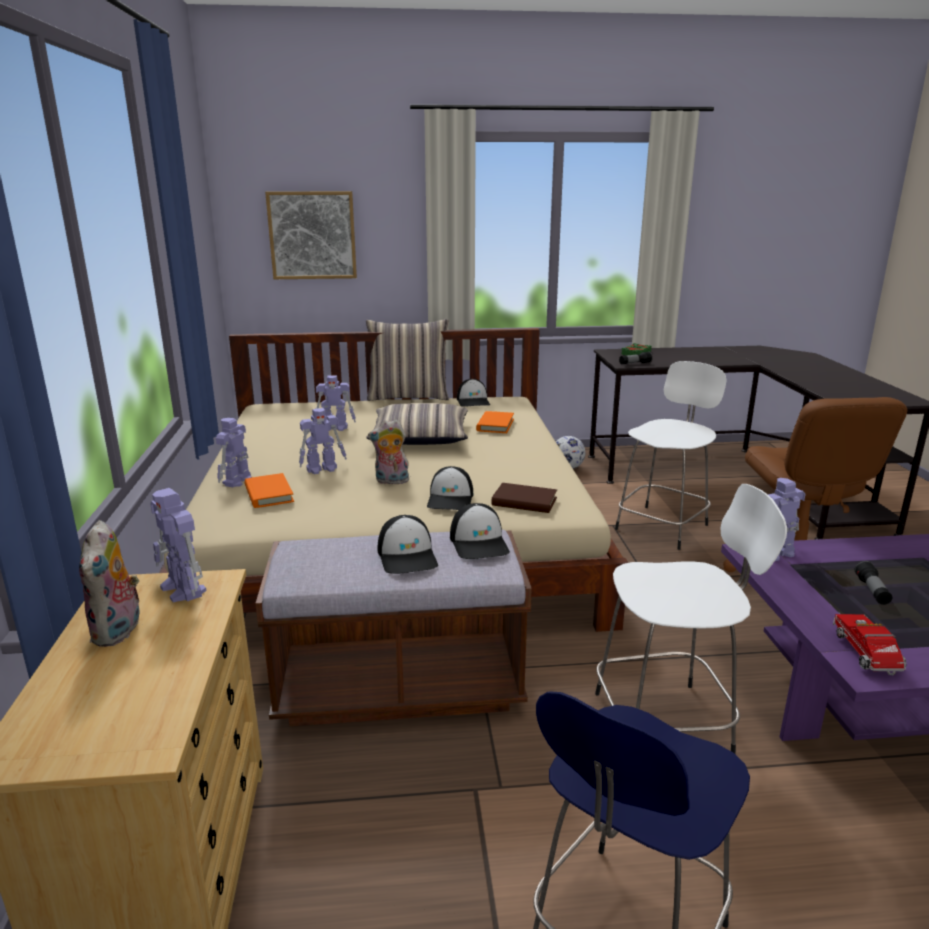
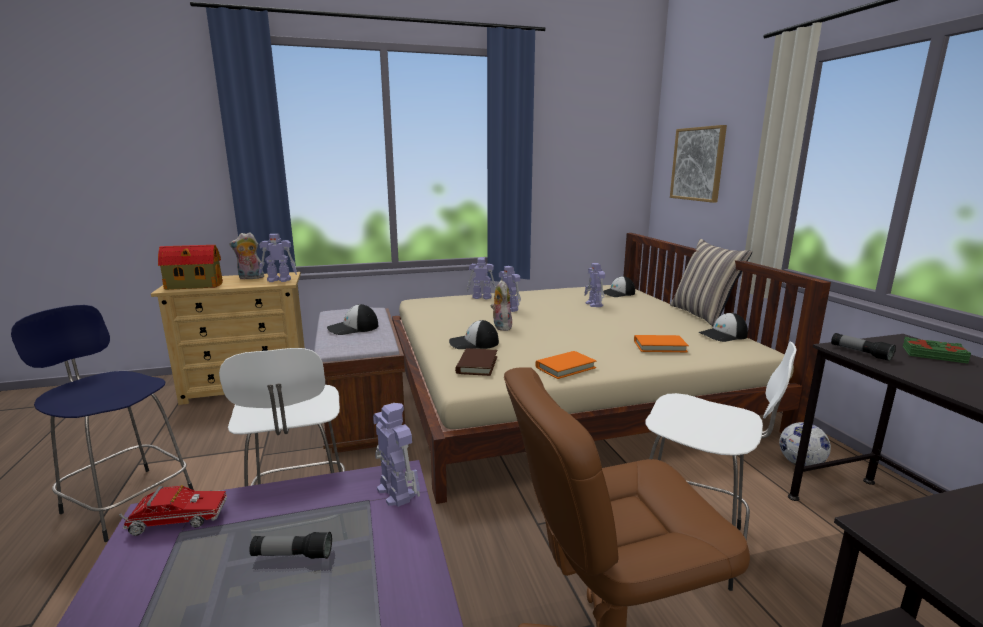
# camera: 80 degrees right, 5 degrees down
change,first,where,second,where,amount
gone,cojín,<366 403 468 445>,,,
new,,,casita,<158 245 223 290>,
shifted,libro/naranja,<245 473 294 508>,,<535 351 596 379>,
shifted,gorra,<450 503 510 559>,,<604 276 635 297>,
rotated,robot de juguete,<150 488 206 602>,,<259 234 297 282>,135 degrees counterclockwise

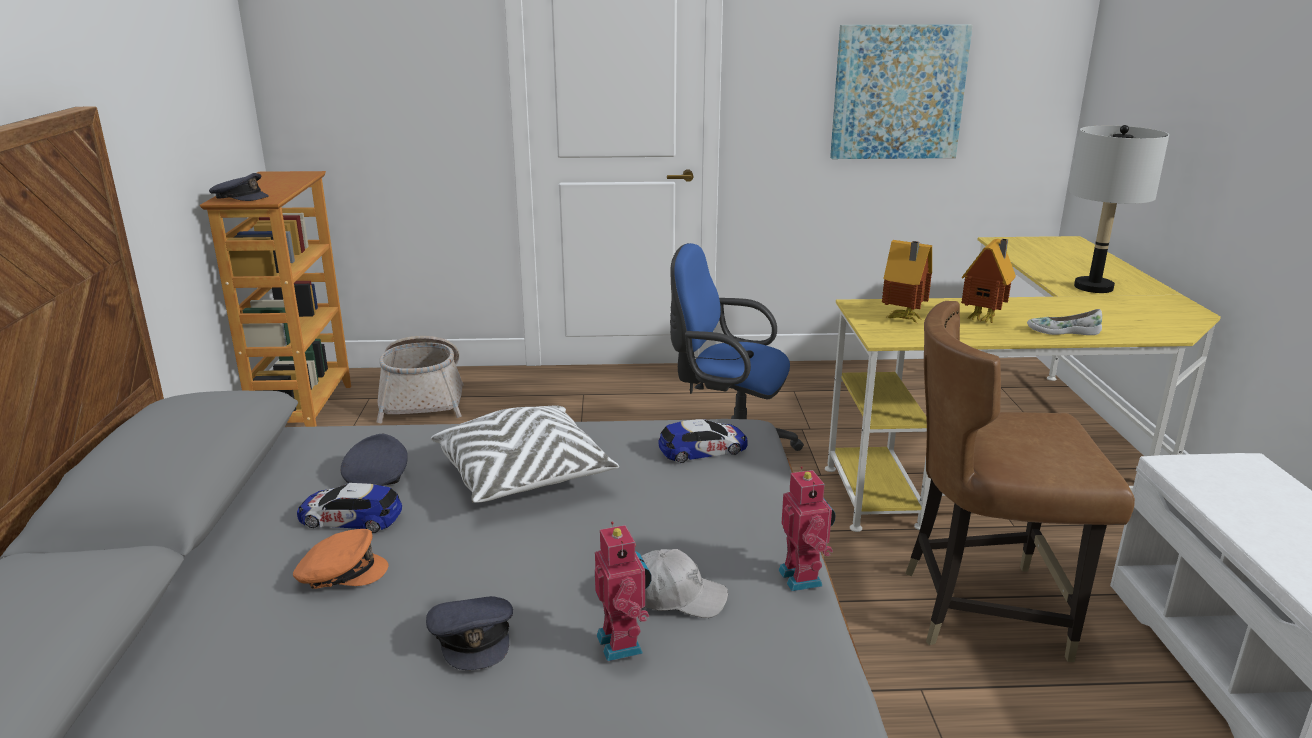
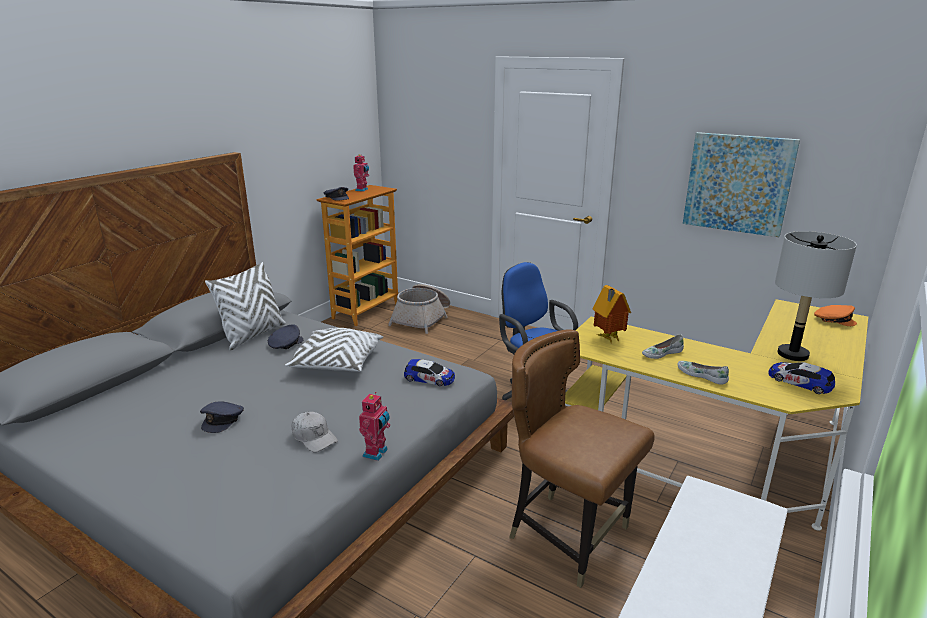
# camera: 35 degrees right, 0 degrees up
change,first,where,second,where,amount
new,,,cojín/blanco,<205 262 286 351>,
shifted,gorra/naranja,<293 529 389 589>,,<814 305 857 326>,
shifted,coche de juguete,<297 483 402 533>,,<768 362 835 394>,
shifted,robot de juguete,<595 522 651 662>,,<353 154 369 192>,
swapped,casita,<961 239 1016 323>,zapato/blanco,<642 334 684 359>,

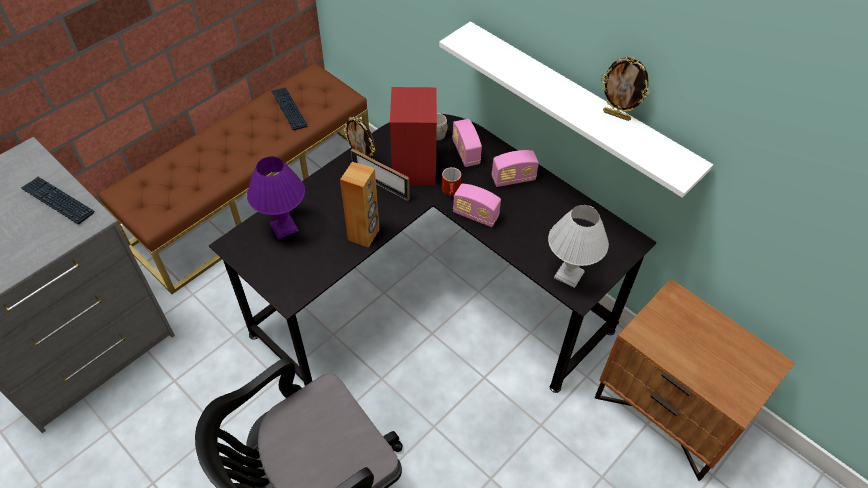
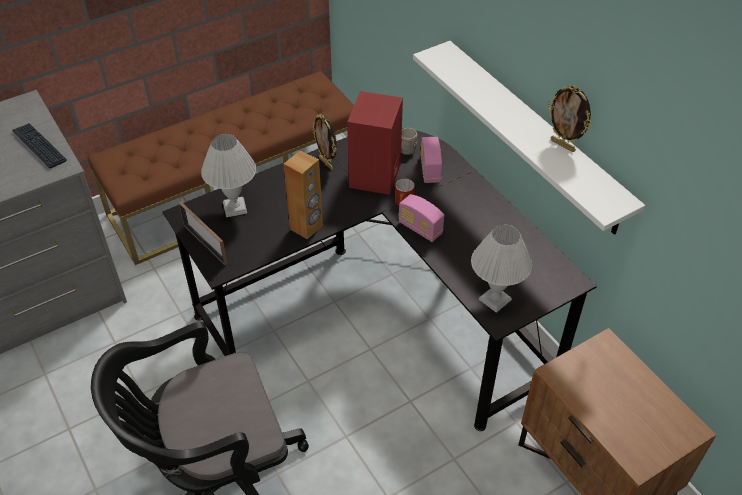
# camera: 15 degrees right, 5 degrees down
change,first,where,second,where,amount
gone,teclado,<271 87 308 130>,,,
gone,radio,<492 150 539 187>,,,
shifted,portarretratos,<351 148 410 201>,,<179 201 227 265>,
repainted,lámpara de mesa/morado,<247 156 305 239>,lámpara de mesa/blanco,<201 134 256 217>,

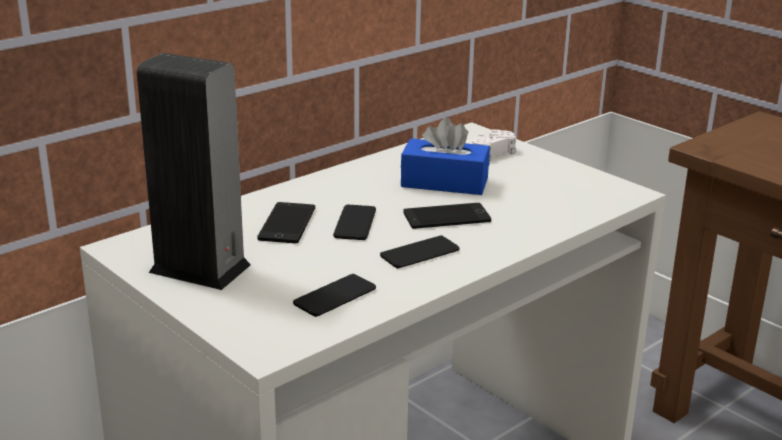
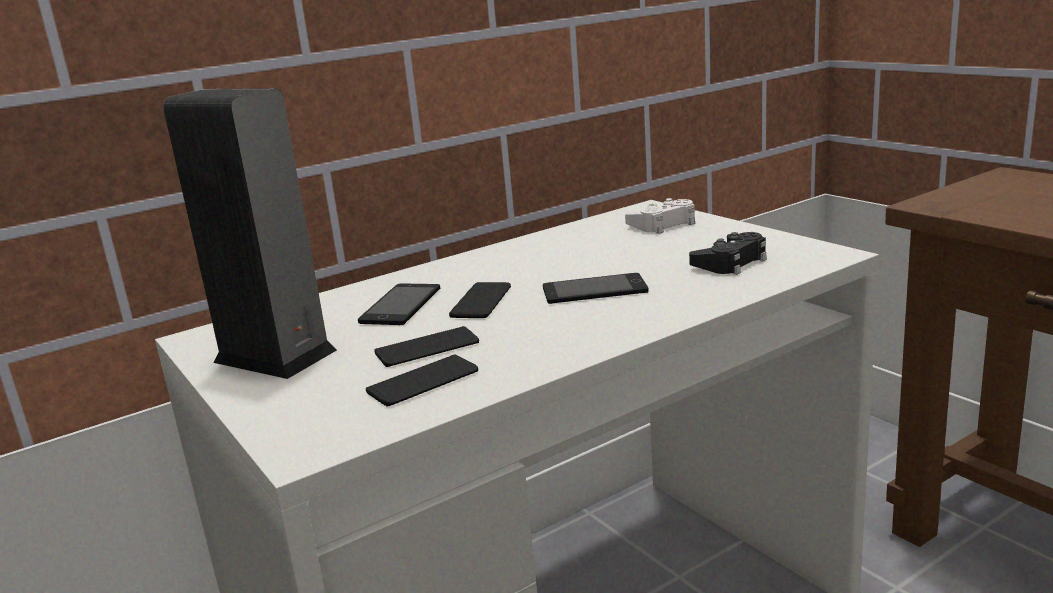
# camera: 10 degrees right, 5 degrees down
change,first,where,second,where,amount
gone,caja de pañuelos/azul,<401 118 490 195>,,,
new,,,mando de consola/negro,<689 232 767 275>,
shifted,móvil,<380 235 459 268>,,<374 326 479 367>,

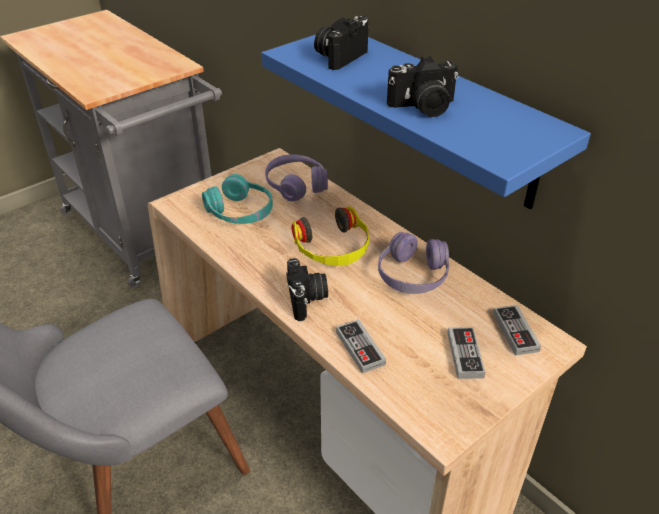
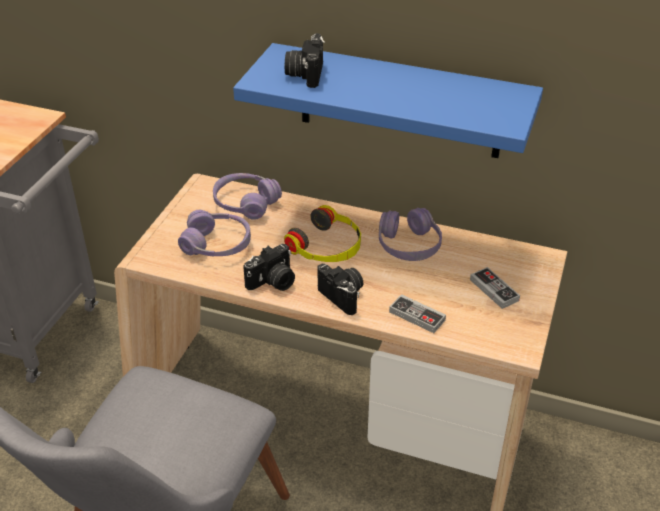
# camera: 30 degrees left, 0 degrees up
change,first,where,second,where,amount
gone,mando de consola,<493 305 541 356>,,,
shifted,cámara,<387 56 458 117>,,<243 244 295 291>,
repainted,auriculares/turquesa,<202 174 273 224>,auriculares/morado,<178 210 251 256>,

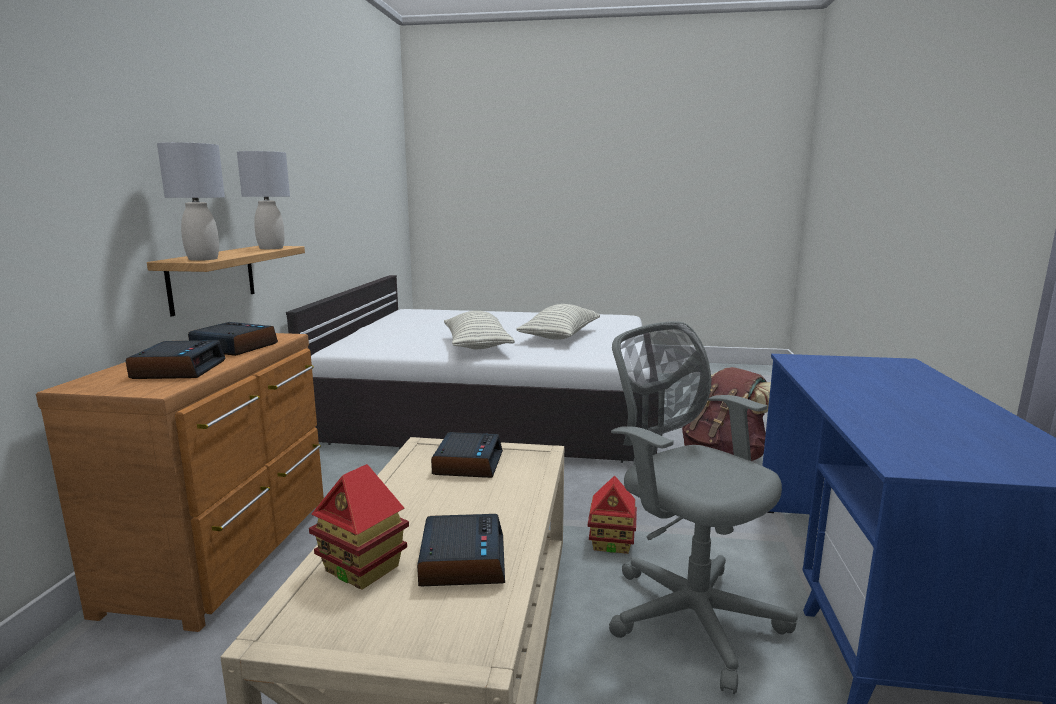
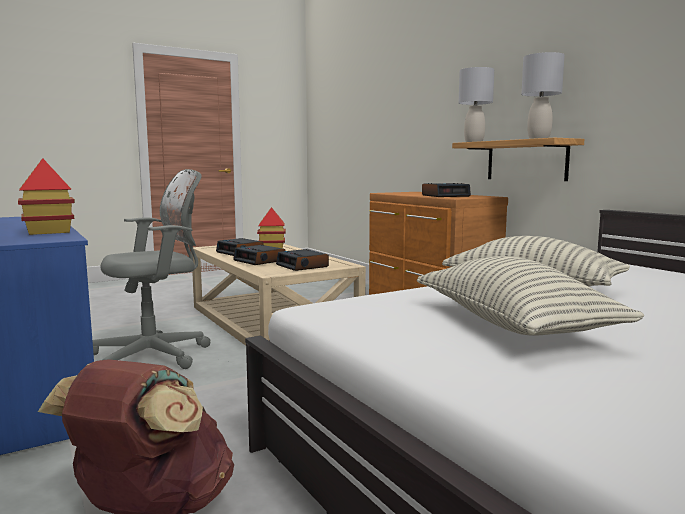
# camera: 140 degrees right, 5 degrees down
change,first,where,second,where,amount
shifted,despertador,<126 340 226 379>,,<233 245 285 265>,
shifted,casita,<588 476 637 554>,,<18 158 75 235>,
rotated,silla de oficina/gris,<609 321 797 694>,,<92 169 211 369>,45 degrees counterclockwise

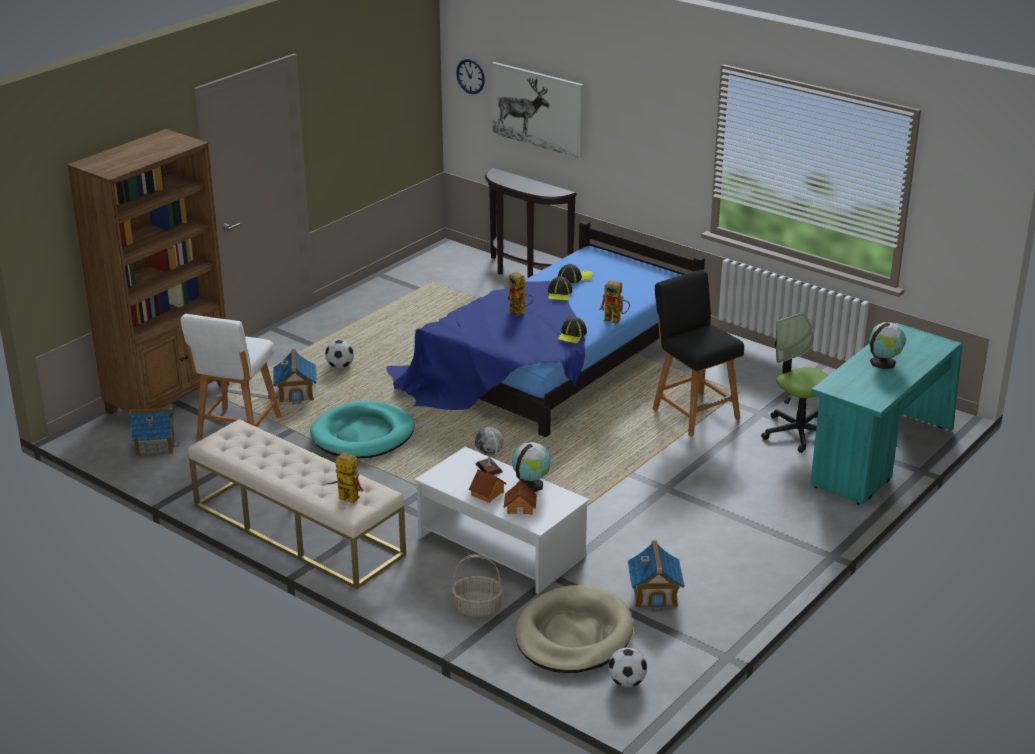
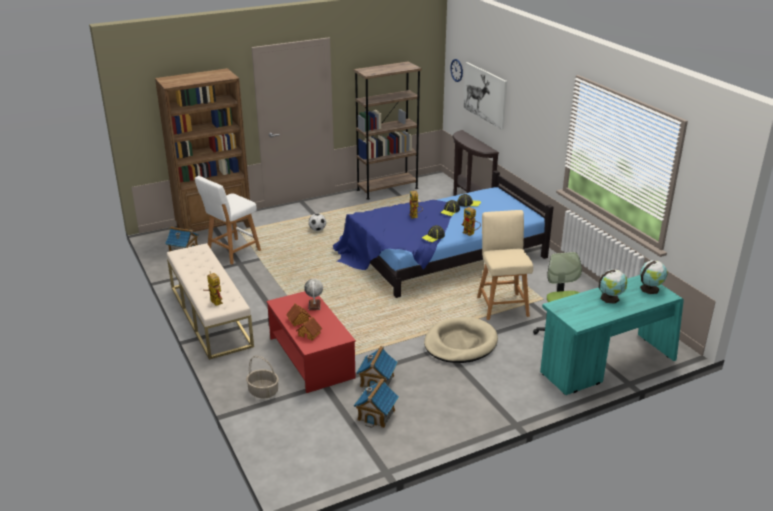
# camera: 25 degrees right, 0 degrees up
change,first,where,second,where,amount
gone,cama para perro/turquesa,<310 401 415 458>,,,
gone,balón de fútbol,<608 648 647 687>,,,
new,,,estantería/marrón,<354 61 422 200>,
shifted,casita,<273 349 317 404>,,<356 346 398 387>,
shifted,globo terráqueo,<512 442 551 492>,,<640 260 668 294>,
shifted,cama para perro/beis,<515 585 633 673>,,<424 317 498 363>,
repainted,mesa de centro/blanco,<414 447 590 594>,mesa de centro/rojo,<267 291 356 393>,
repainted,taburete/negro,<653 270 744 437>,taburete/beis,<477 210 533 320>,

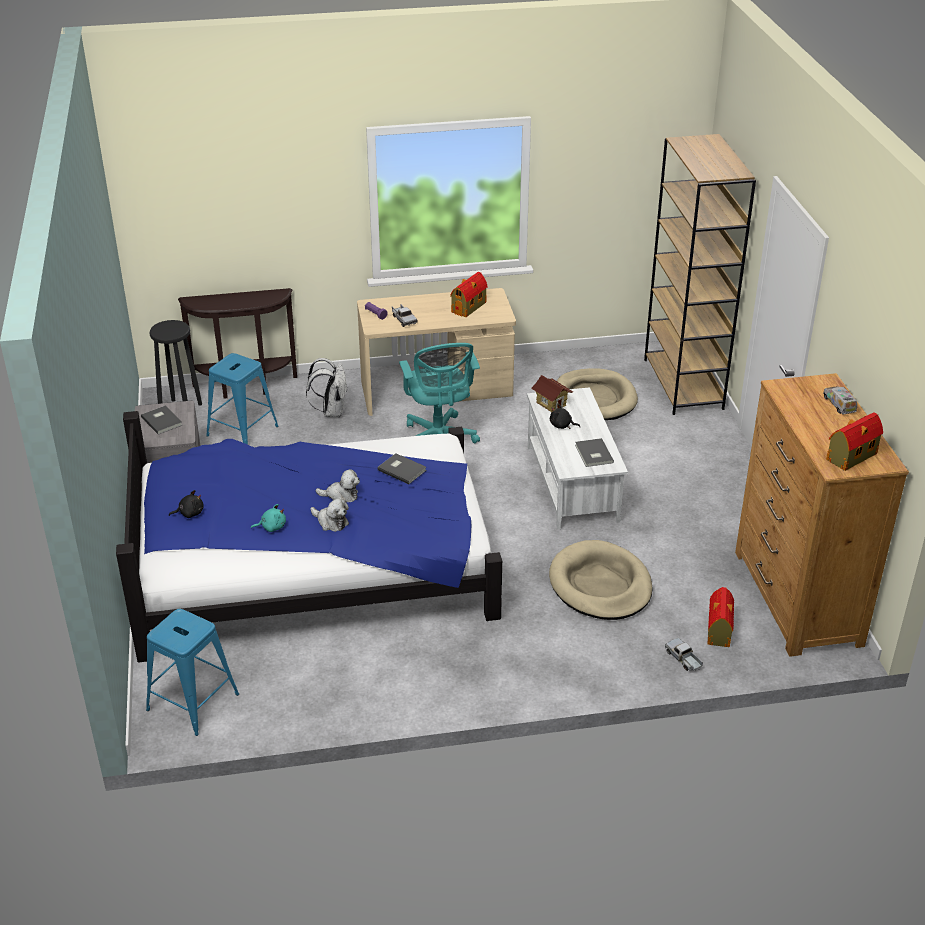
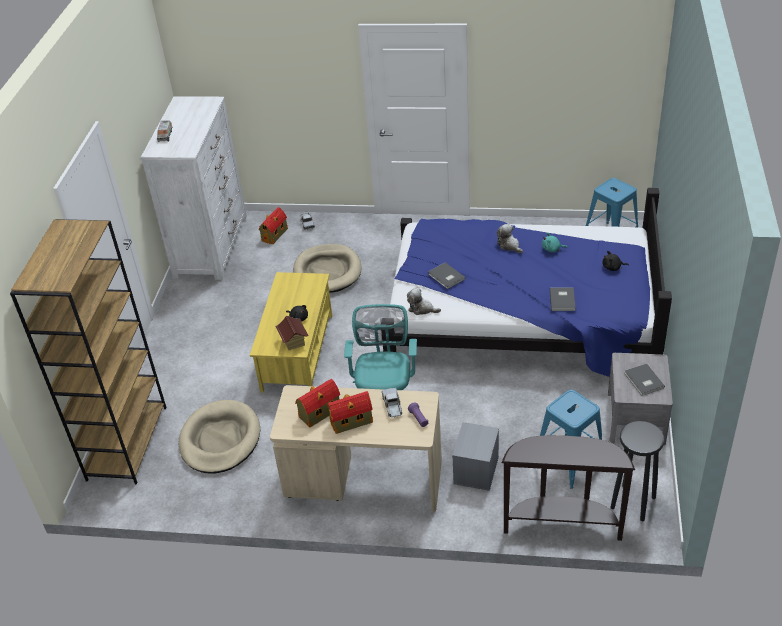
# camera: 160 degrees left, 5 degrees up
change,first,where,second,where,amount
shifted,peluche,<316 469 360 502>,,<407 287 441 315>,
shifted,libro/gris,<575 438 614 467>,,<550 287 576 311>,
shifted,casita,<826 412 883 471>,,<327 391 373 434>,
swapped,mochila/blanco,<306 358 348 417>,caja de almacenaje/gris,<452 422 499 491>,
repainted,mesa de centro/blanco,<527 387 628 529>,mesa de centro/amarillo,<250 272 332 393>,
repainted,cómoda/marrón,<735 373 909 657>,cómoda/blanco,<141 96 247 280>,

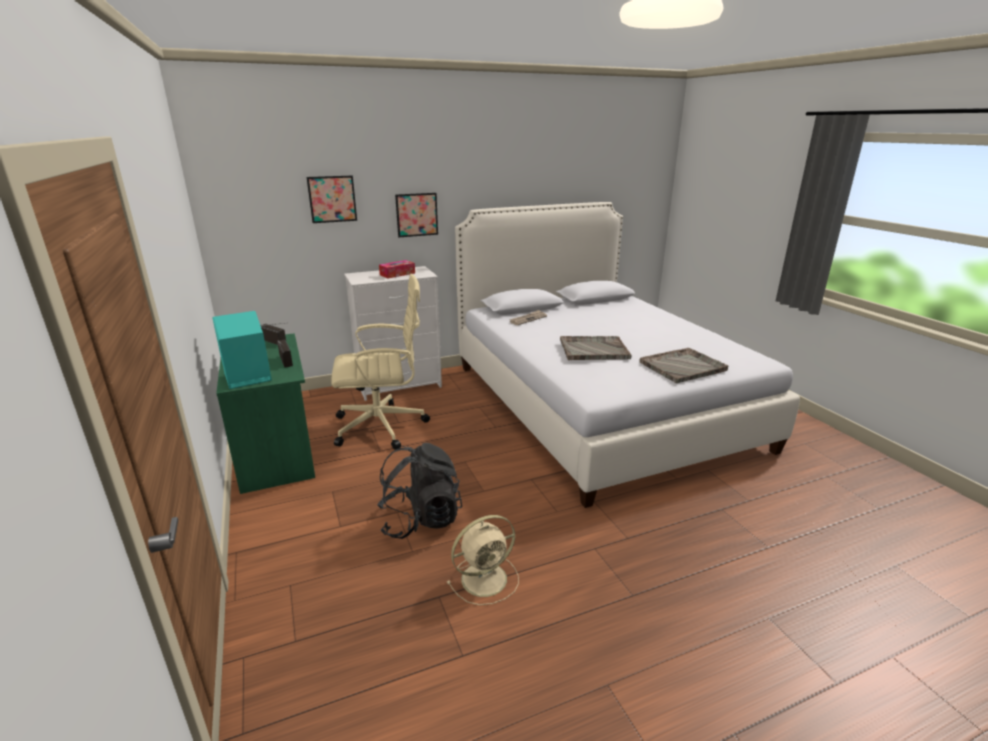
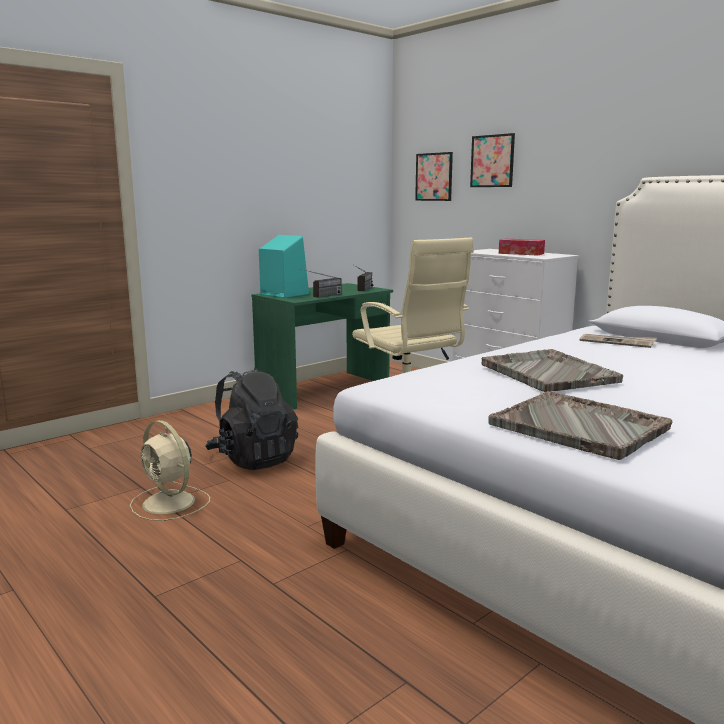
# camera: 70 degrees right, 10 degrees down
change,first,where,second,where,amount
shifted,cuadro,<395 193 438 237>,,<415 152 453 201>,

